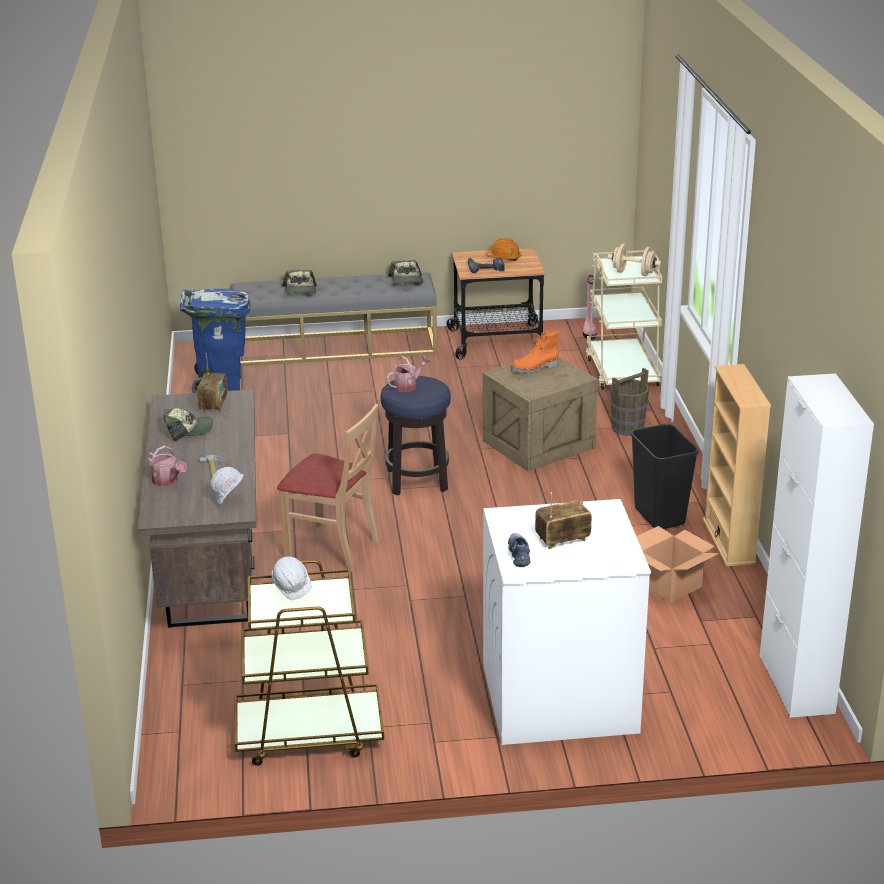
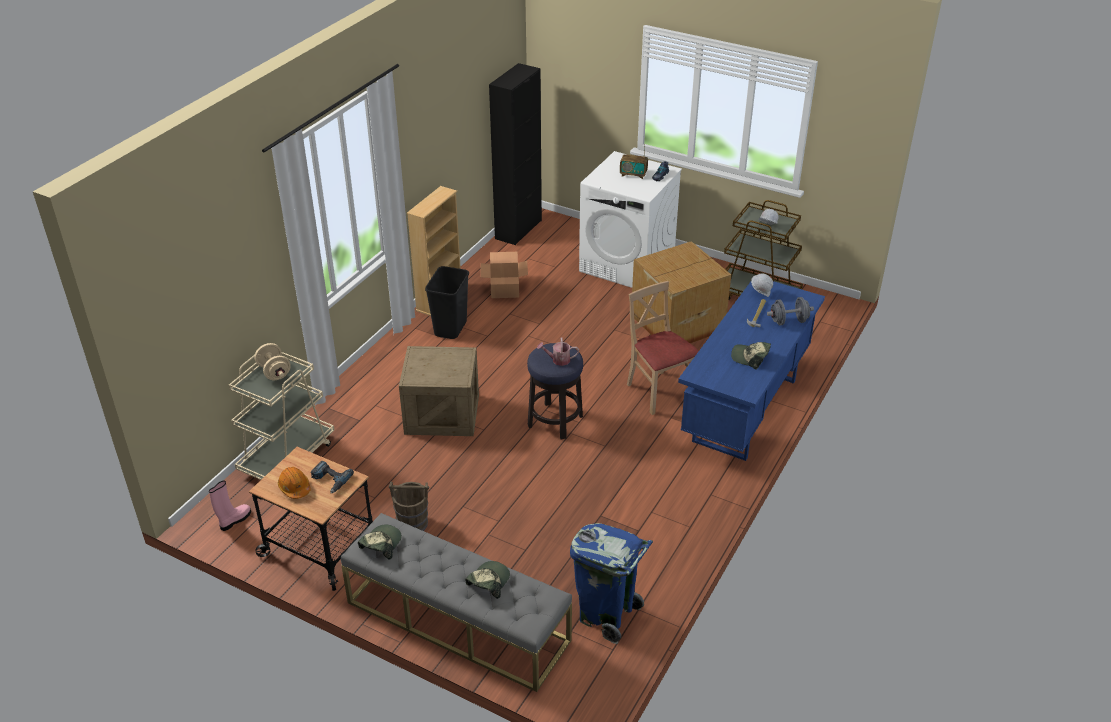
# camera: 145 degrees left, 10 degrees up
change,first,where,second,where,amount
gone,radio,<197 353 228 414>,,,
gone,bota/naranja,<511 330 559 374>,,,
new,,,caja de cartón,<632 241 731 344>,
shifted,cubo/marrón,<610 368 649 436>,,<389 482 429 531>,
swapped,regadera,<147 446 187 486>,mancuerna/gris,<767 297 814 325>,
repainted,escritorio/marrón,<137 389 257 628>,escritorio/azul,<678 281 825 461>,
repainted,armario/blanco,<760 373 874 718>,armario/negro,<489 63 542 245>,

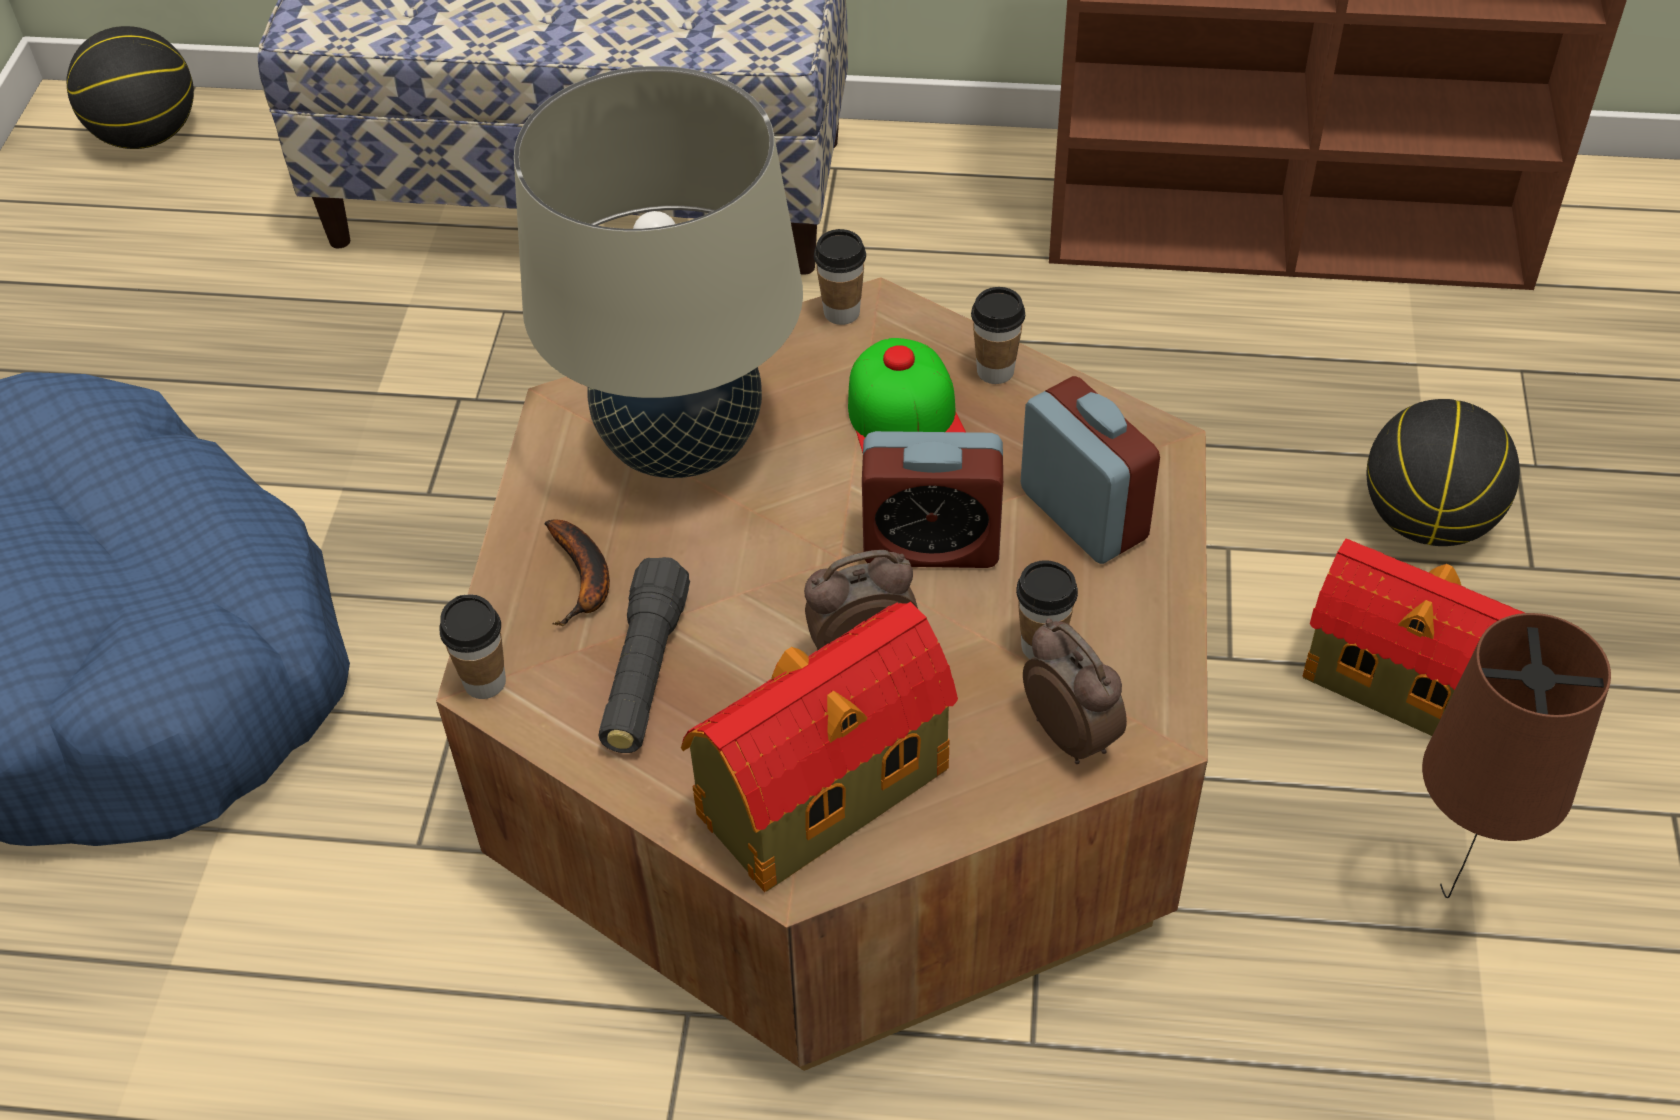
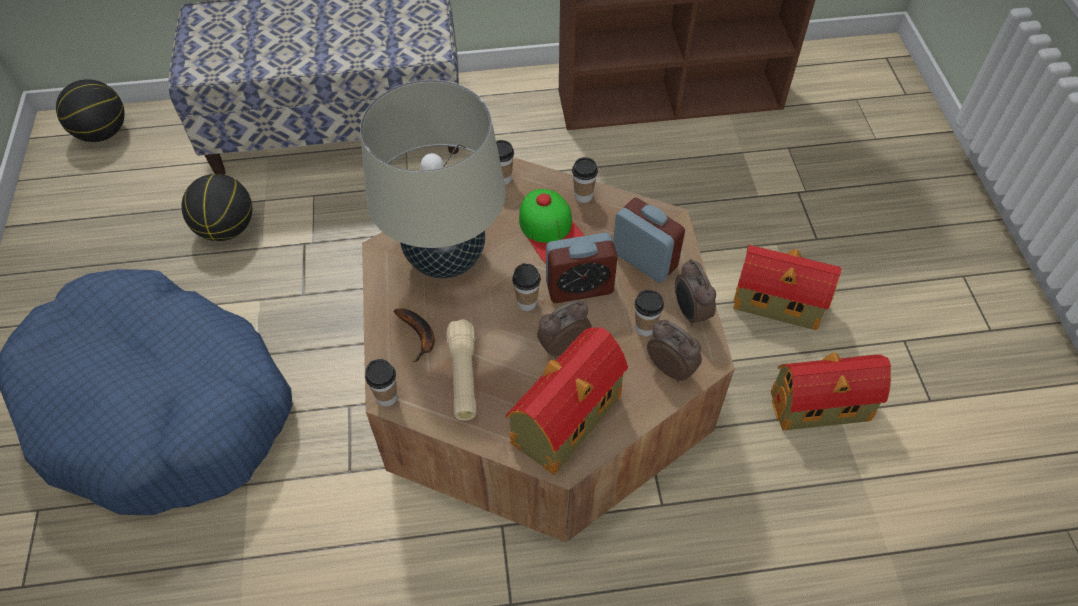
# camera: 15 degrees left, 5 degrees up
change,first,where,second,where,amount
new,,,taza,<512 263 541 311>,
new,,,despertador,<675 259 716 327>,
shifted,balón de baloncesto,<1367 399 1520 546>,,<182 174 252 241>,
swapped,lámpara de mesa/marrón,<1422 613 1611 898>,casita,<771 352 891 430>,
repainted,linterna/negro,<598 557 690 753>,linterna/beis,<447 319 476 420>,

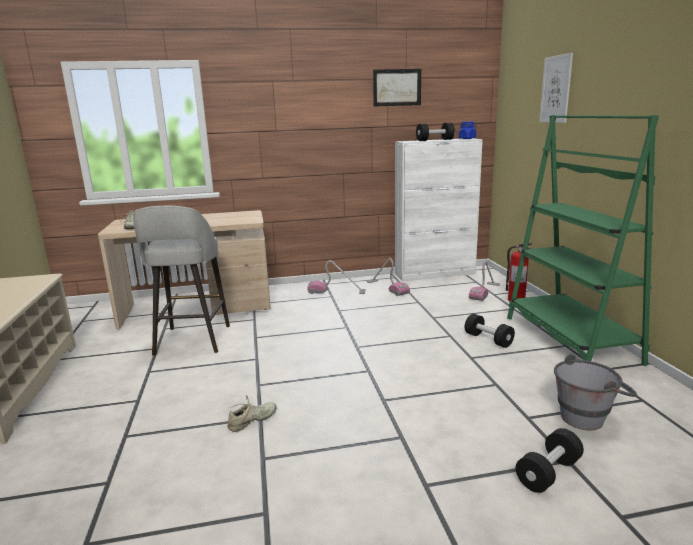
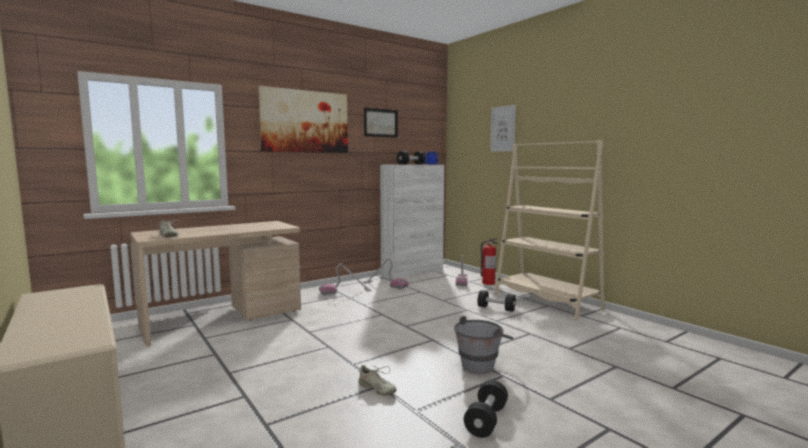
# camera: 25 degrees left, 10 degrees down
change,first,where,second,where,amount
gone,taburete/gris,<133 206 230 356>,,,
new,,,cuadro,<258 86 348 153>,
shifted,mancuerna/negro,<516 428 584 493>,,<464 380 508 438>,
shifted,cubo/gris,<554 354 637 430>,,<454 316 513 374>,
repainted,estantería/verde,<507 115 659 366>,estantería/beis,<495 140 605 321>,
rotated,zapato/beis,<227 395 277 432>,,<358 365 397 396>,105 degrees clockwise

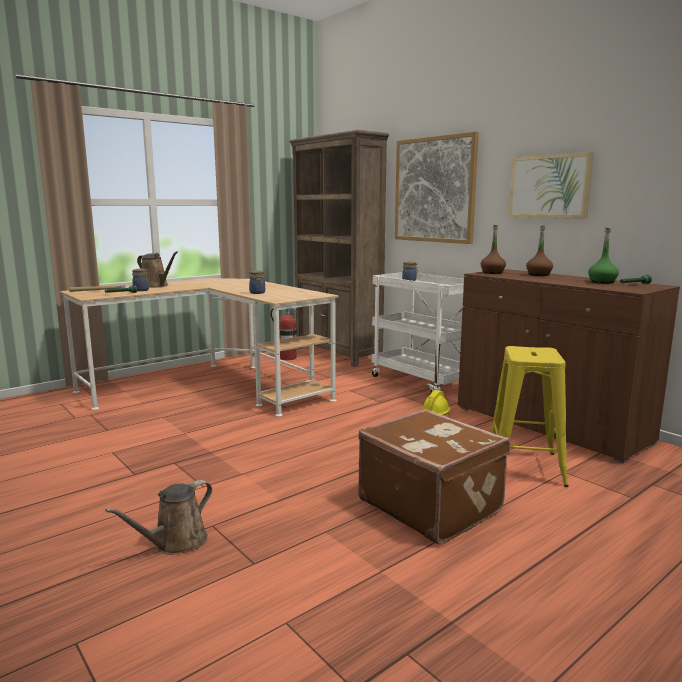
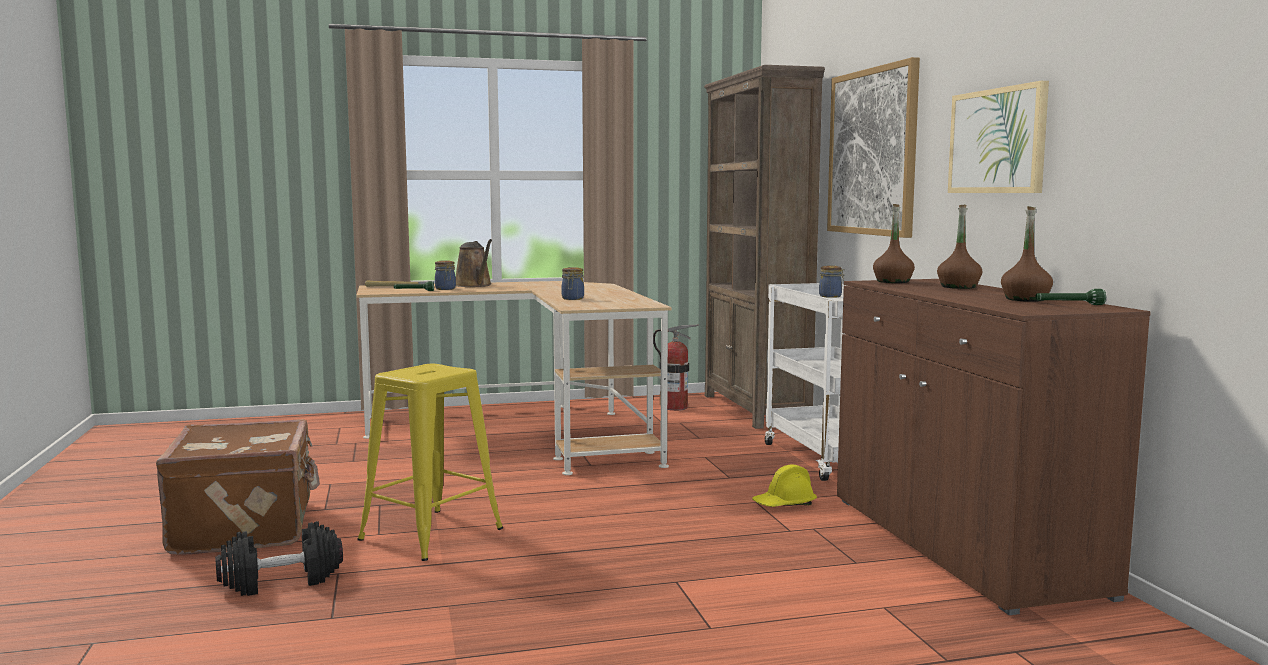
# camera: 25 degrees right, 5 degrees down
change,first,where,second,where,amount
shifted,maleta/marrón,<358 409 511 545>,,<156 419 320 554>,
shifted,taburete/amarillo,<491 346 568 487>,,<357 364 503 561>,
swapped,regadera/marrón,<105 480 212 555>,mancuerna/negro,<215 521 343 596>,
repainted,botella/verde,<588 228 619 284>,botella/marrón,<1001 206 1053 302>,

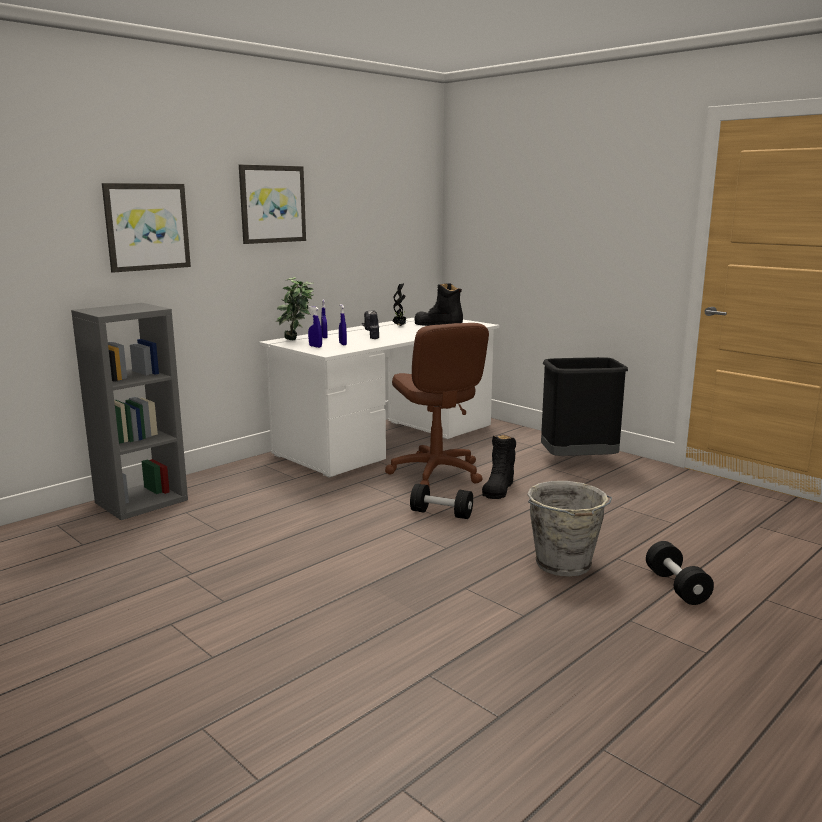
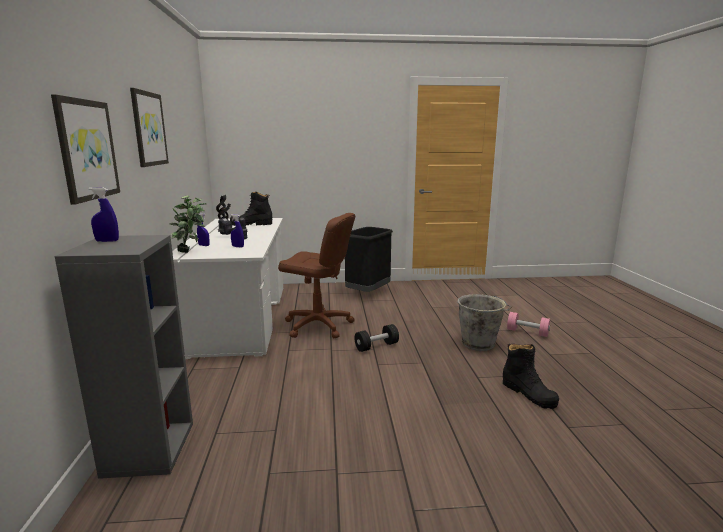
# camera: 50 degrees left, 0 degrees up
change,first,where,second,where,amount
shifted,pulverizador/azul,<308 306 322 348>,,<89 187 119 242>,
shifted,bota/negro,<482 435 516 499>,,<503 344 559 409>,
repainted,mancuerna/negro,<646 541 714 605>,mancuerna/rosa,<507 312 550 337>,

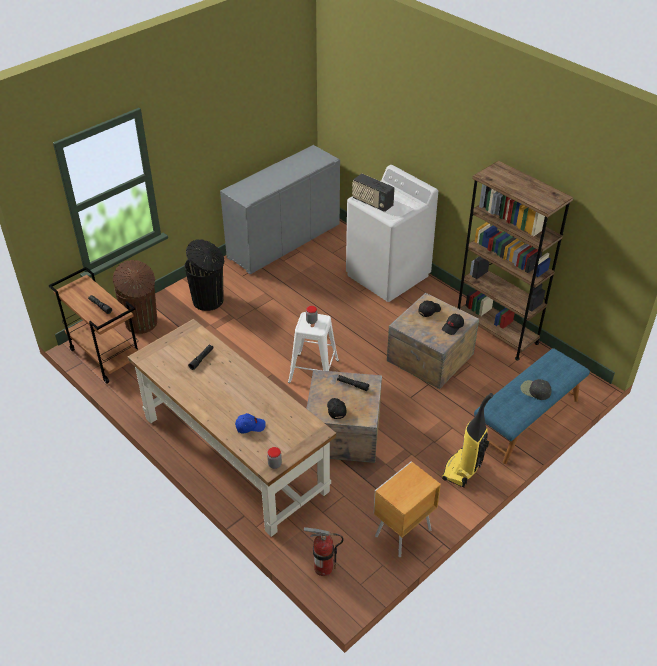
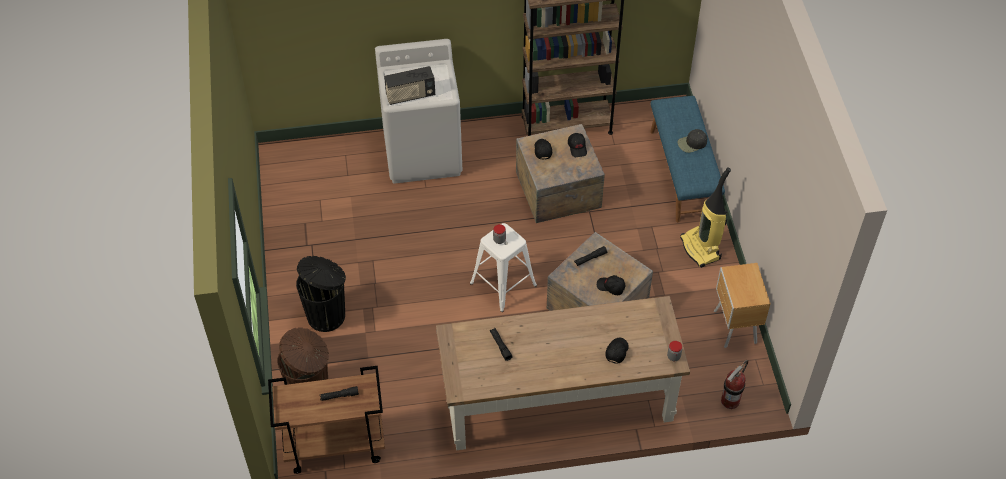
# camera: 55 degrees left, 10 degrees up
change,first,where,second,where,amount
gone,armario/gris,<220 145 340 275>,,,
repainted,gorra/azul,<235 413 266 433>,gorra/negro,<606 338 629 364>,

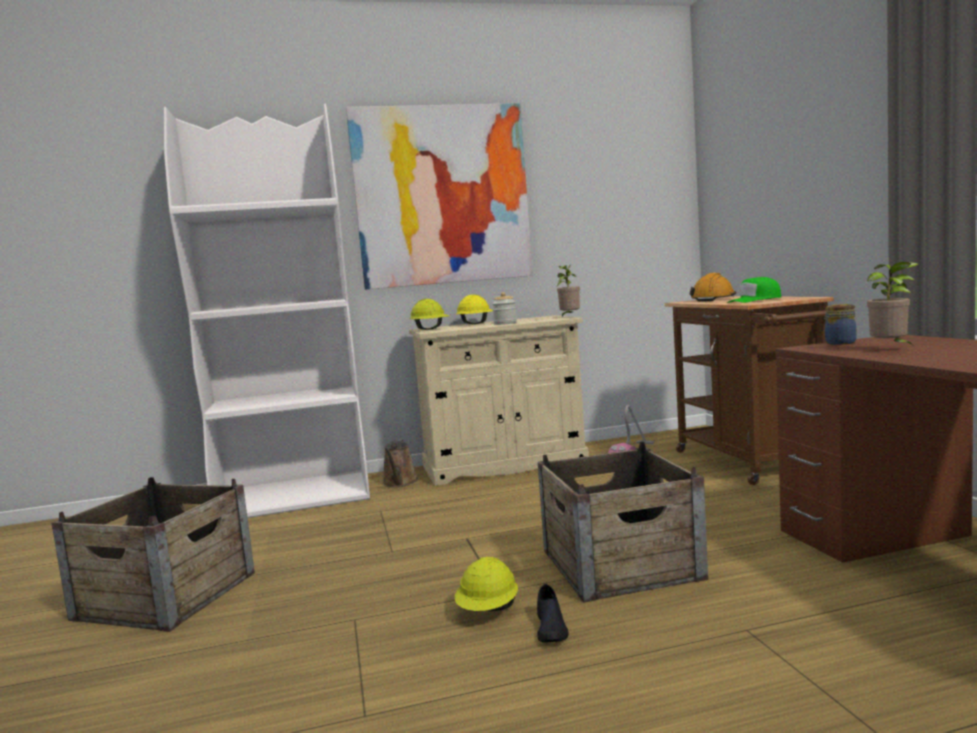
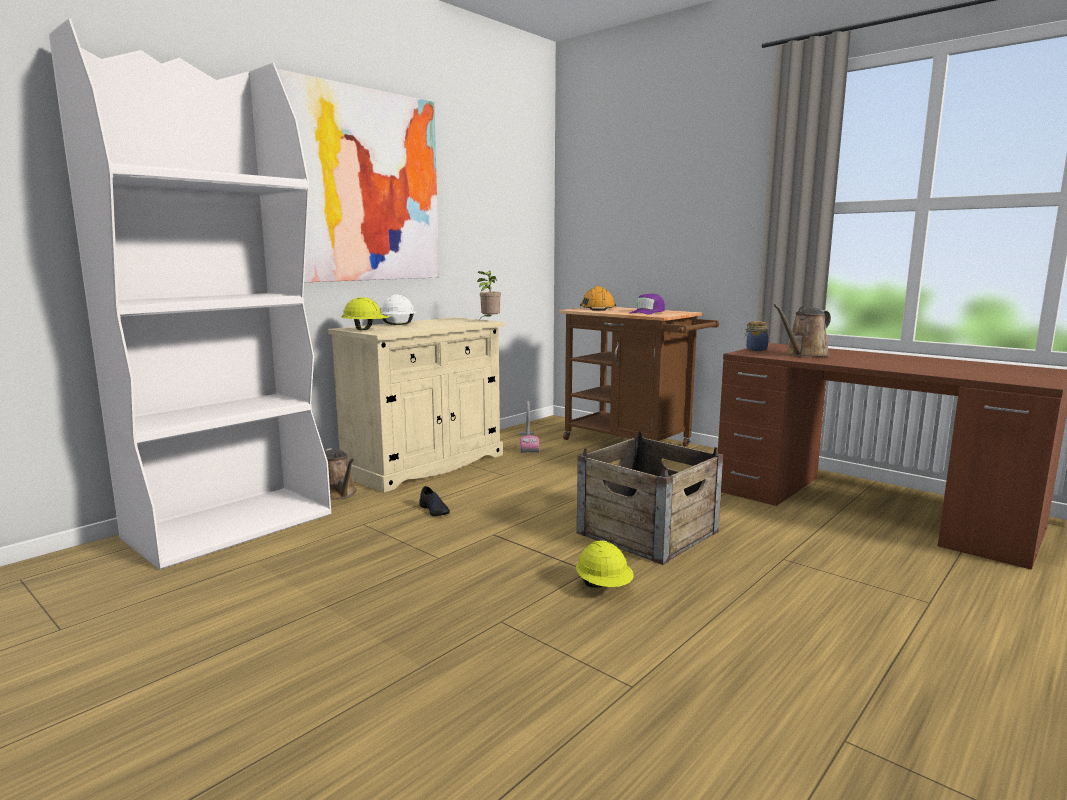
# camera: 35 degrees left, 5 degrees up
change,first,where,second,where,amount
gone,caja de embalaje,<52 477 255 632>,,,
gone,tarro,<492 292 517 325>,,,
shifted,zapato/negro,<537 584 569 643>,,<420 486 450 516>,
swapped,planta en maceta,<867 262 919 345>,regadera/marrón,<773 304 831 357>,
repainted,casco/amarillo,<456 295 493 324>,casco/blanco,<381 294 417 325>,
repainted,gorra/verde,<726 277 781 303>,gorra/morado,<630 294 665 314>,

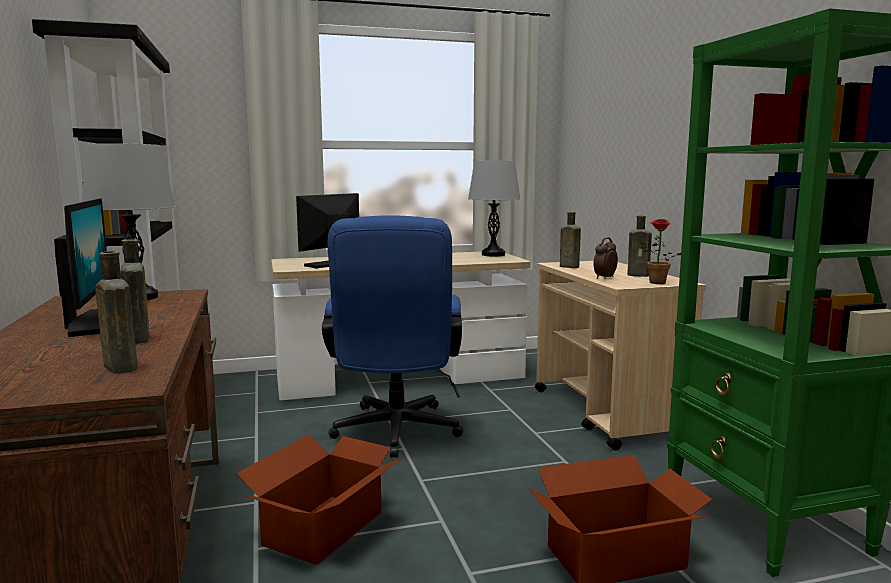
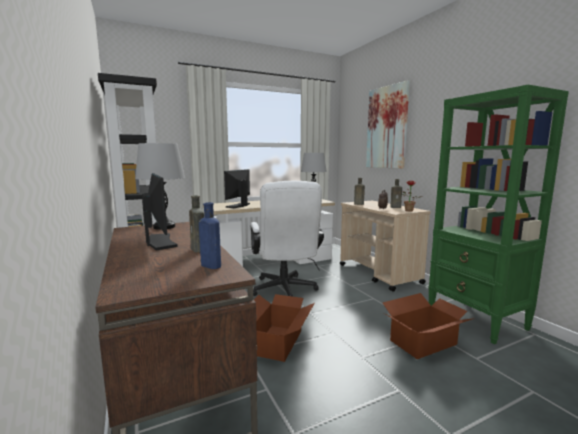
# camera: 10 degrees left, 0 degrees up
change,first,where,second,where,amount
new,,,cuadro,<366 80 410 169>,
repainted,botella/marrón,<95 251 138 373>,botella/azul,<199 202 221 269>,
repainted,silla de oficina/azul,<322 215 463 458>,silla de oficina/blanco,<250 181 324 297>,

